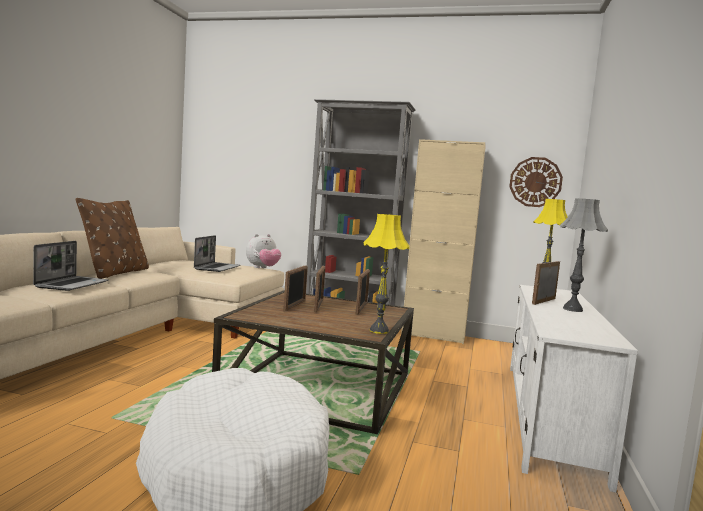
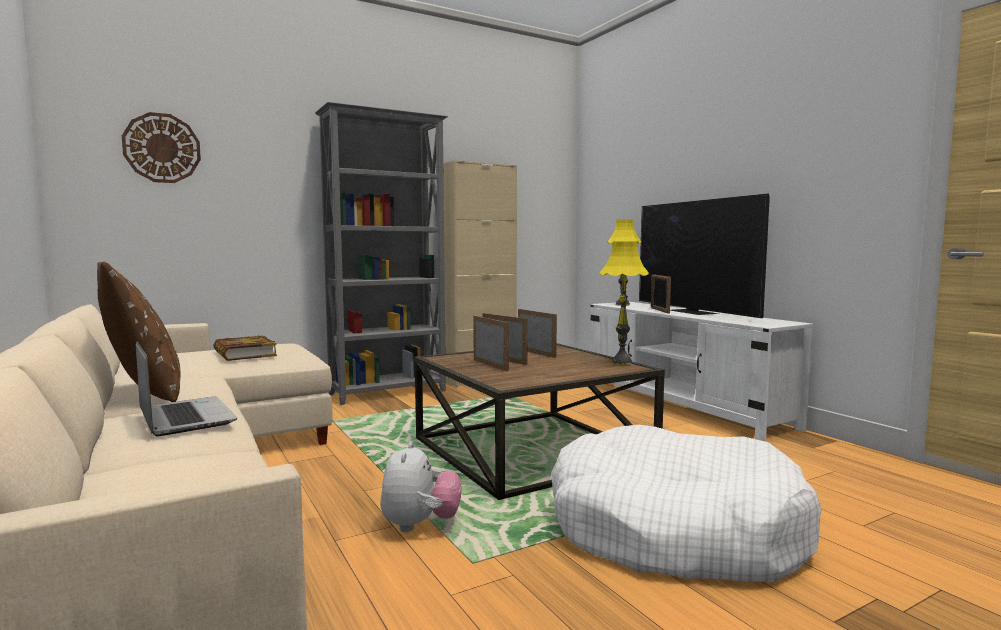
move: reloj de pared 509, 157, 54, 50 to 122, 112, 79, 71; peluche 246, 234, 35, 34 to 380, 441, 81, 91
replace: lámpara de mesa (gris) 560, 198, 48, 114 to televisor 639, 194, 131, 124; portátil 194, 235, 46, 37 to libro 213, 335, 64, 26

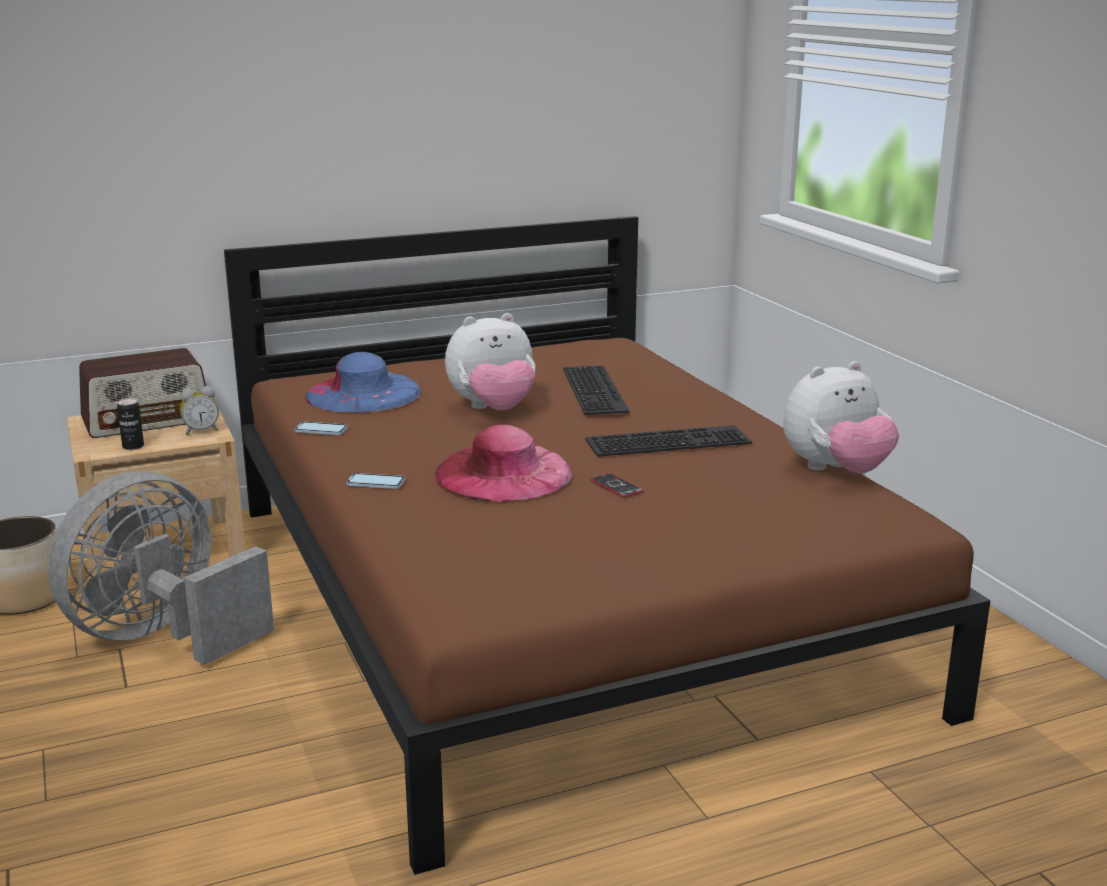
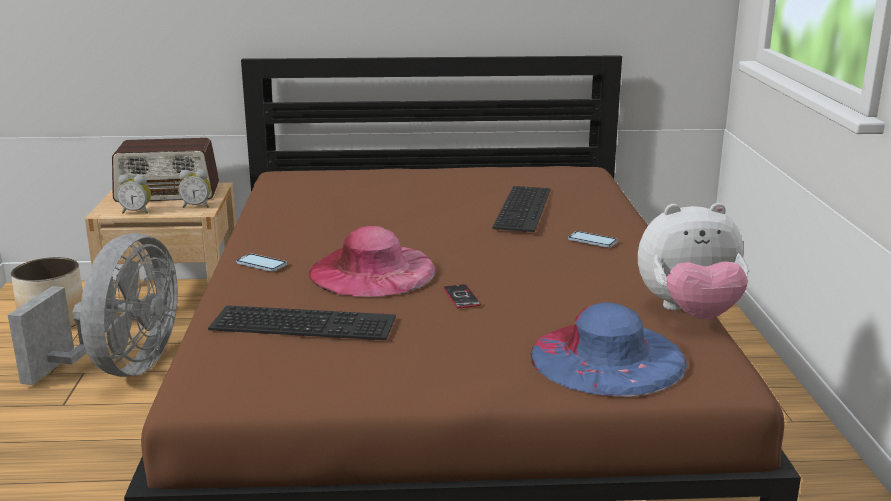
delete: peluche 445, 313, 91, 97
move: sombrero (azul) 305, 352, 117, 61 to 530, 302, 157, 95; móvil 294, 422, 54, 13 to 568, 231, 50, 17; teclado 585, 425, 167, 32 to 208, 305, 188, 35
replace: lata 117, 398, 27, 52 to despertador 117, 174, 34, 40
rotate: ventilador (gris) 48, 472, 226, 193 = 8, 233, 170, 152 135 degrees clockwise

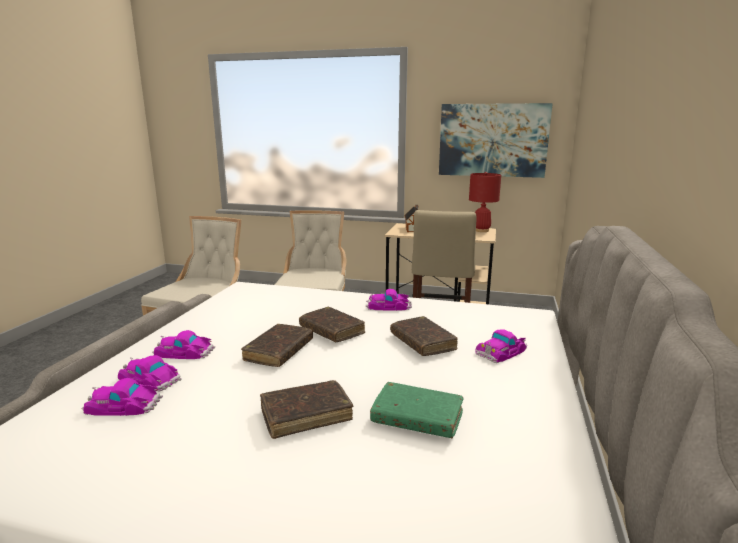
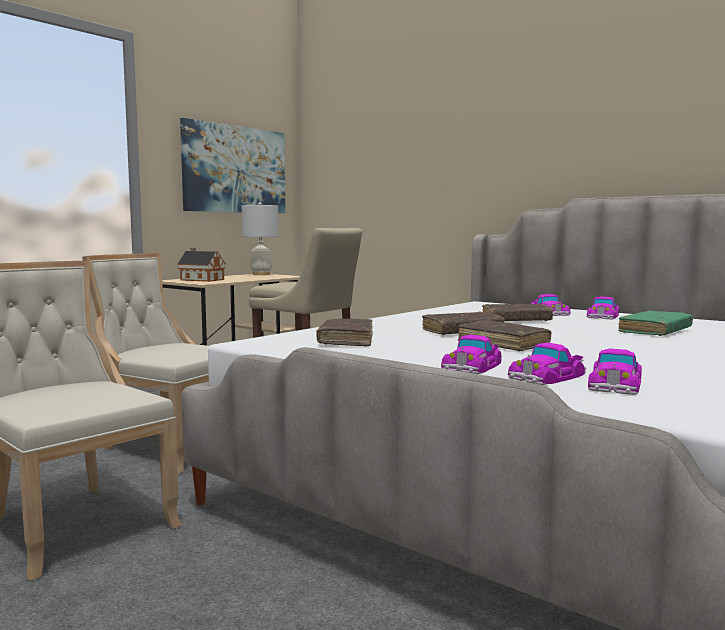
move: coche de juguete 365, 289, 47, 22 to 587, 297, 32, 22; libro (marrón) 260, 380, 93, 59 to 316, 319, 57, 27
recolor: lámpara de mesa (rojo) 469, 172, 32, 60 to lámpara de mesa (blanco) 242, 202, 37, 73

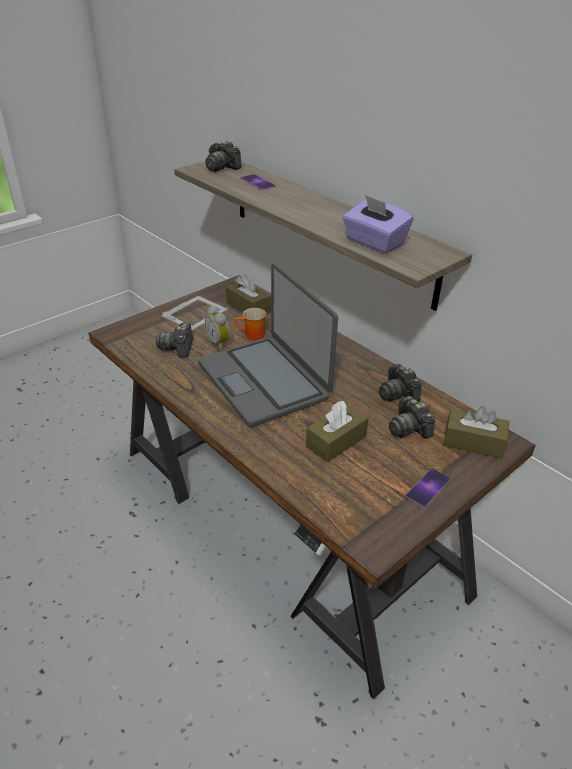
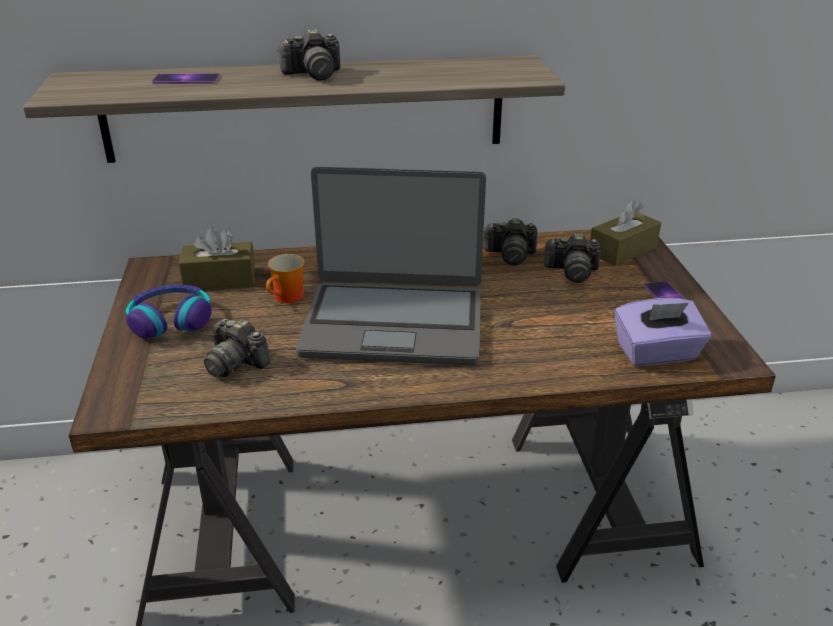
delete: despertador 205, 306, 25, 44; caja de pañuelos (marrón) 306, 401, 63, 61
move: cámara 205, 141, 37, 31 to 277, 29, 63, 51; caja de pañuelos (morado) 343, 195, 70, 58 to 614, 298, 97, 68
replace: portarretratos 162, 296, 66, 35 to auriculares 125, 285, 87, 53

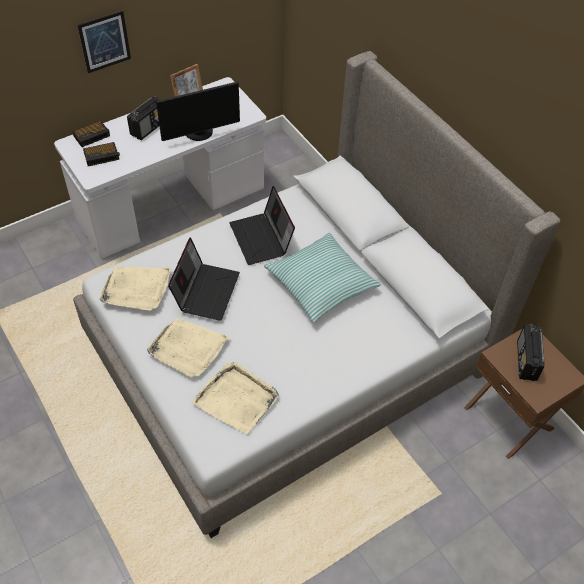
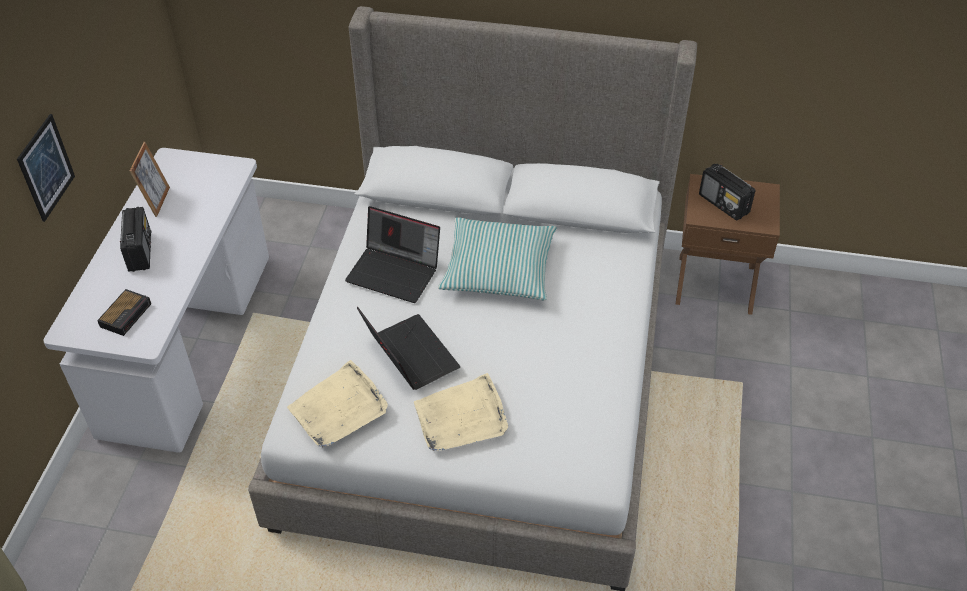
delete: monitor 156, 81, 84, 60; despertador 72, 120, 38, 27; bandeja (beis) 192, 362, 87, 72

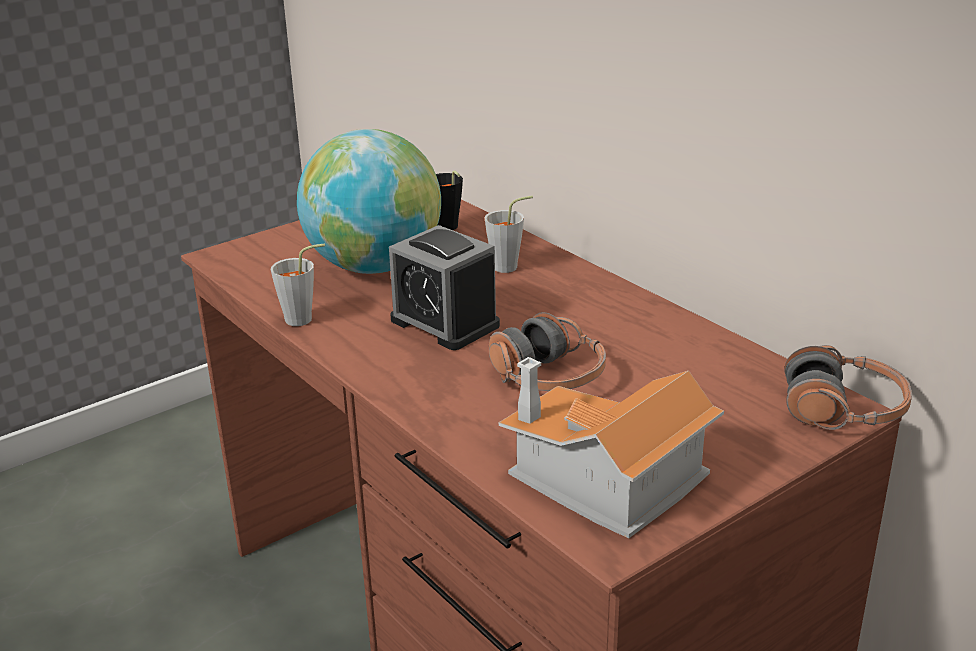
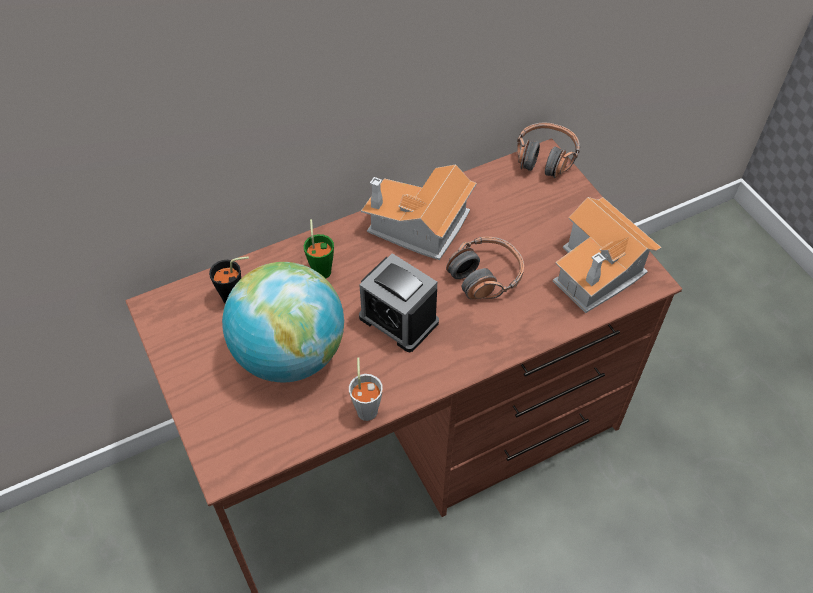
insert: casita 361, 165, 116, 95
recolor: taza (gris) 485, 196, 48, 77 to taza (verde) 304, 219, 30, 59
rotate: despertador 389, 225, 111, 125 = 359, 253, 80, 99 75 degrees clockwise

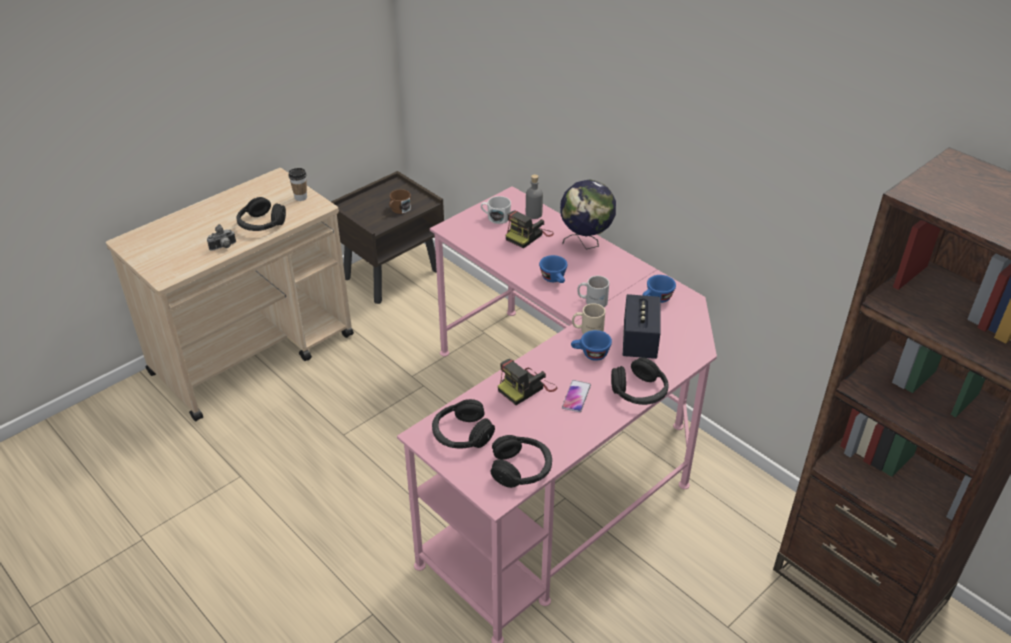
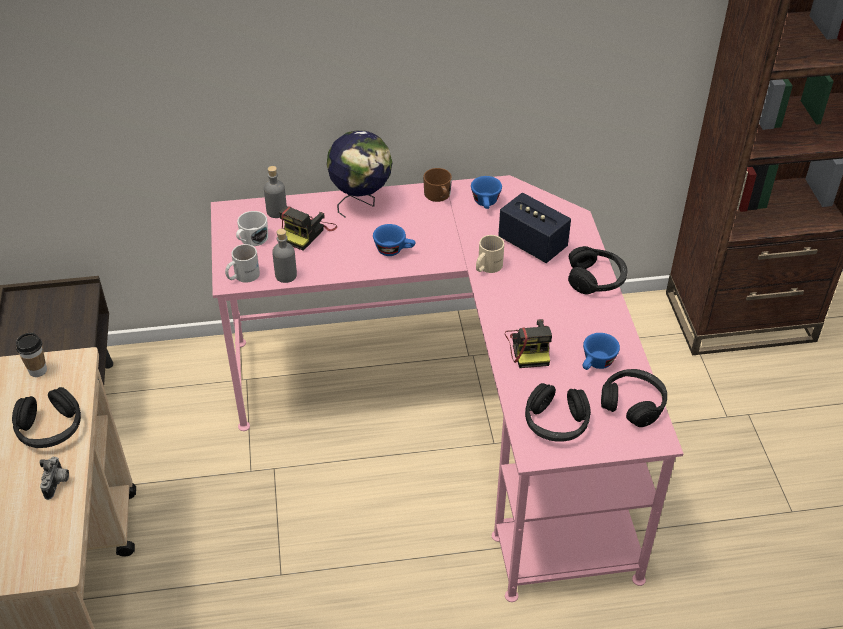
delete: móvil 562, 380, 29, 32
insert: botella (gris) 272, 229, 25, 54
move: taza grande (marrón) 389, 189, 22, 25 to 423, 168, 29, 34; taza grande (blanco) 577, 276, 32, 31 to 225, 244, 35, 39; taza (azul) 571, 330, 41, 31 to 583, 333, 37, 37
rotate: cámara 506, 210, 48, 38 = 279, 206, 58, 45 45 degrees clockwise

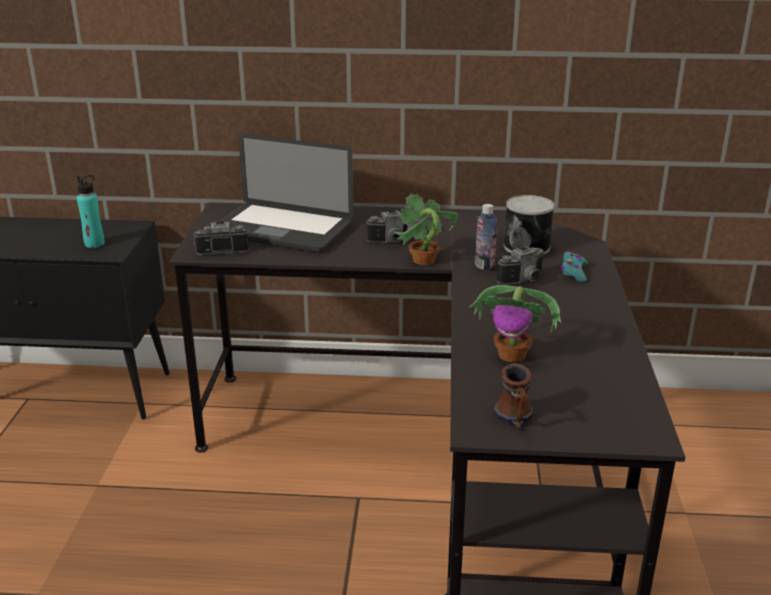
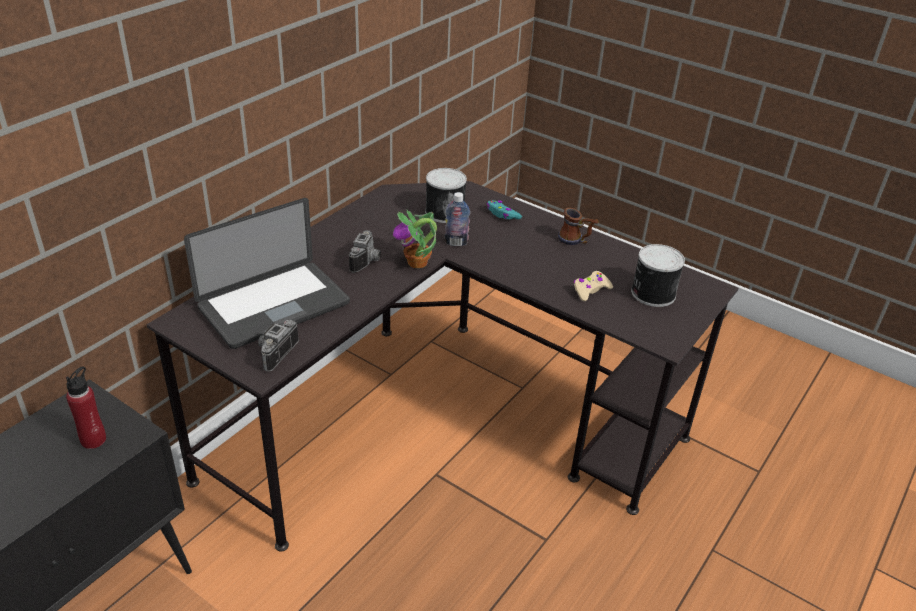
delete: cámara 497, 246, 47, 38
insert: lata 631, 244, 54, 63
move: taza grande 494, 363, 39, 67 to 558, 208, 40, 37
replace: planta en maceta 469, 285, 92, 77 to mando de consola (beis) 574, 271, 39, 30
recolor: botella (turquesa) 77, 175, 28, 73 to botella (rojo) 66, 366, 40, 83

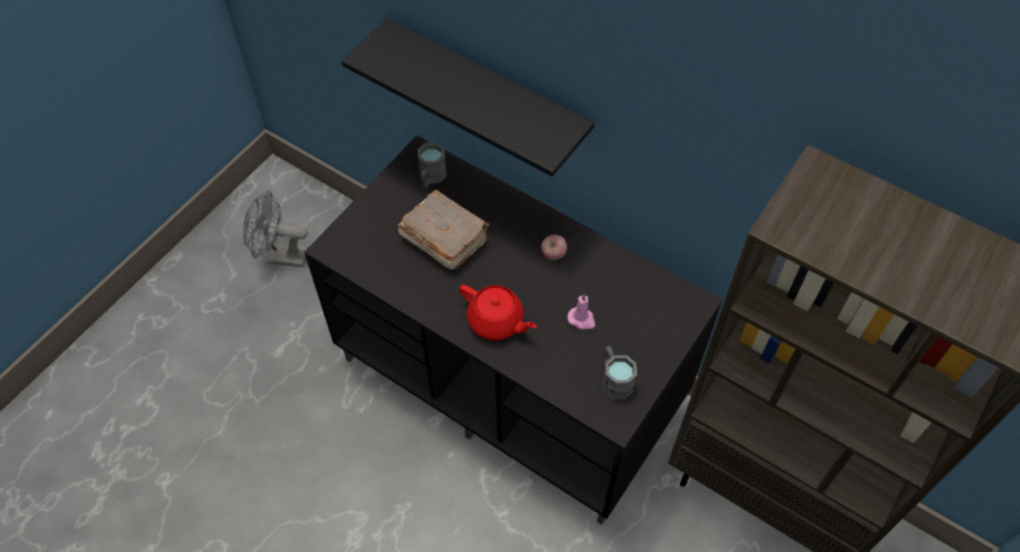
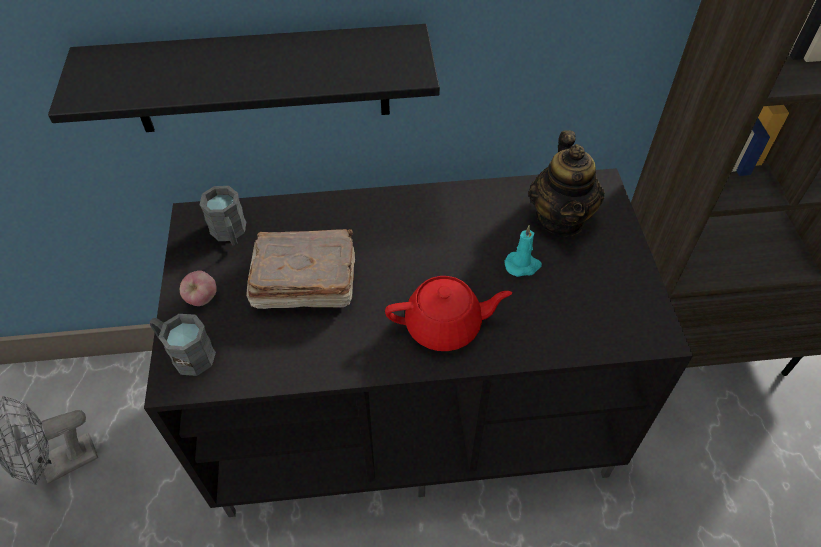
insert: tetera 528, 130, 77, 107
move: manzana 541, 235, 26, 25 to 180, 271, 37, 35; taza grande (gris) 603, 346, 34, 53 to 150, 314, 66, 62
recolor: vela (rosa) 568, 294, 28, 35 to vela (turquesa) 505, 225, 37, 52

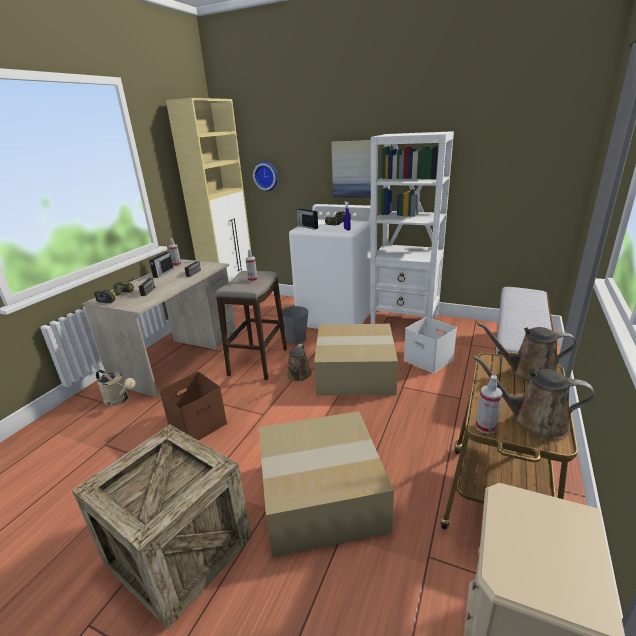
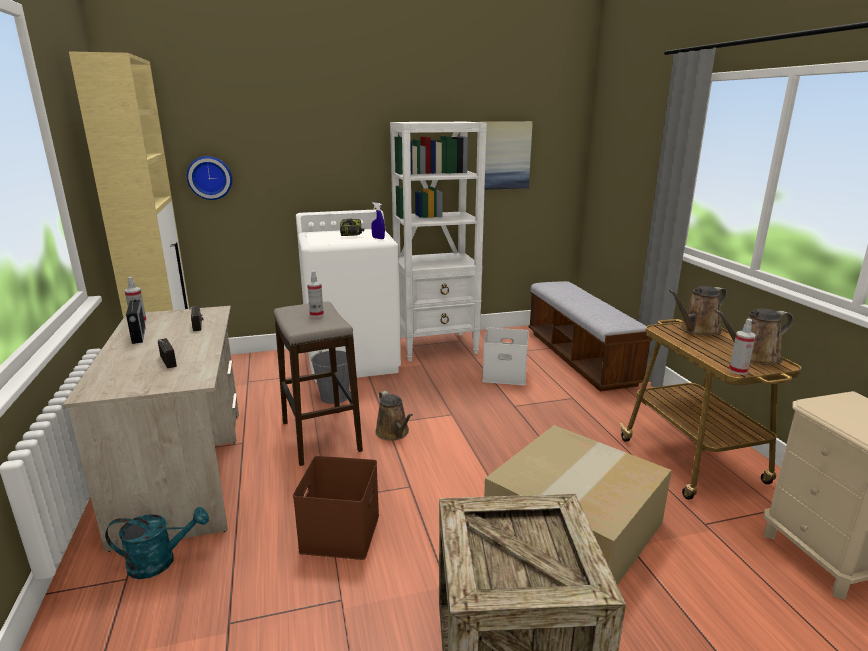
delete: radio 297, 206, 21, 24; taladro 94, 282, 40, 21; caja de cartón 314, 324, 84, 72
move: cuadro 331, 140, 40, 58 to 481, 121, 52, 69
recolor: regadera (beis) 96, 370, 40, 36 to regadera (turquesa) 105, 507, 104, 72

